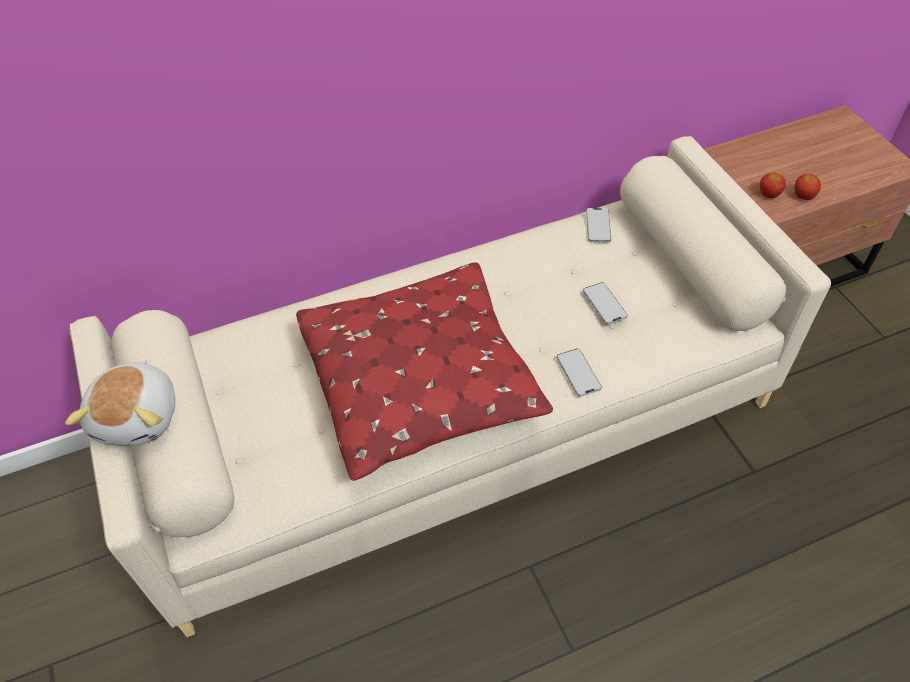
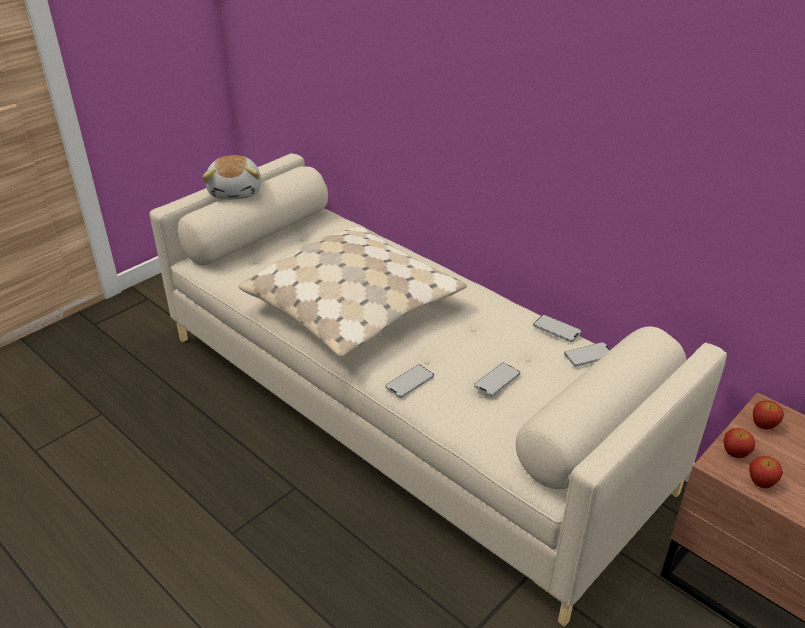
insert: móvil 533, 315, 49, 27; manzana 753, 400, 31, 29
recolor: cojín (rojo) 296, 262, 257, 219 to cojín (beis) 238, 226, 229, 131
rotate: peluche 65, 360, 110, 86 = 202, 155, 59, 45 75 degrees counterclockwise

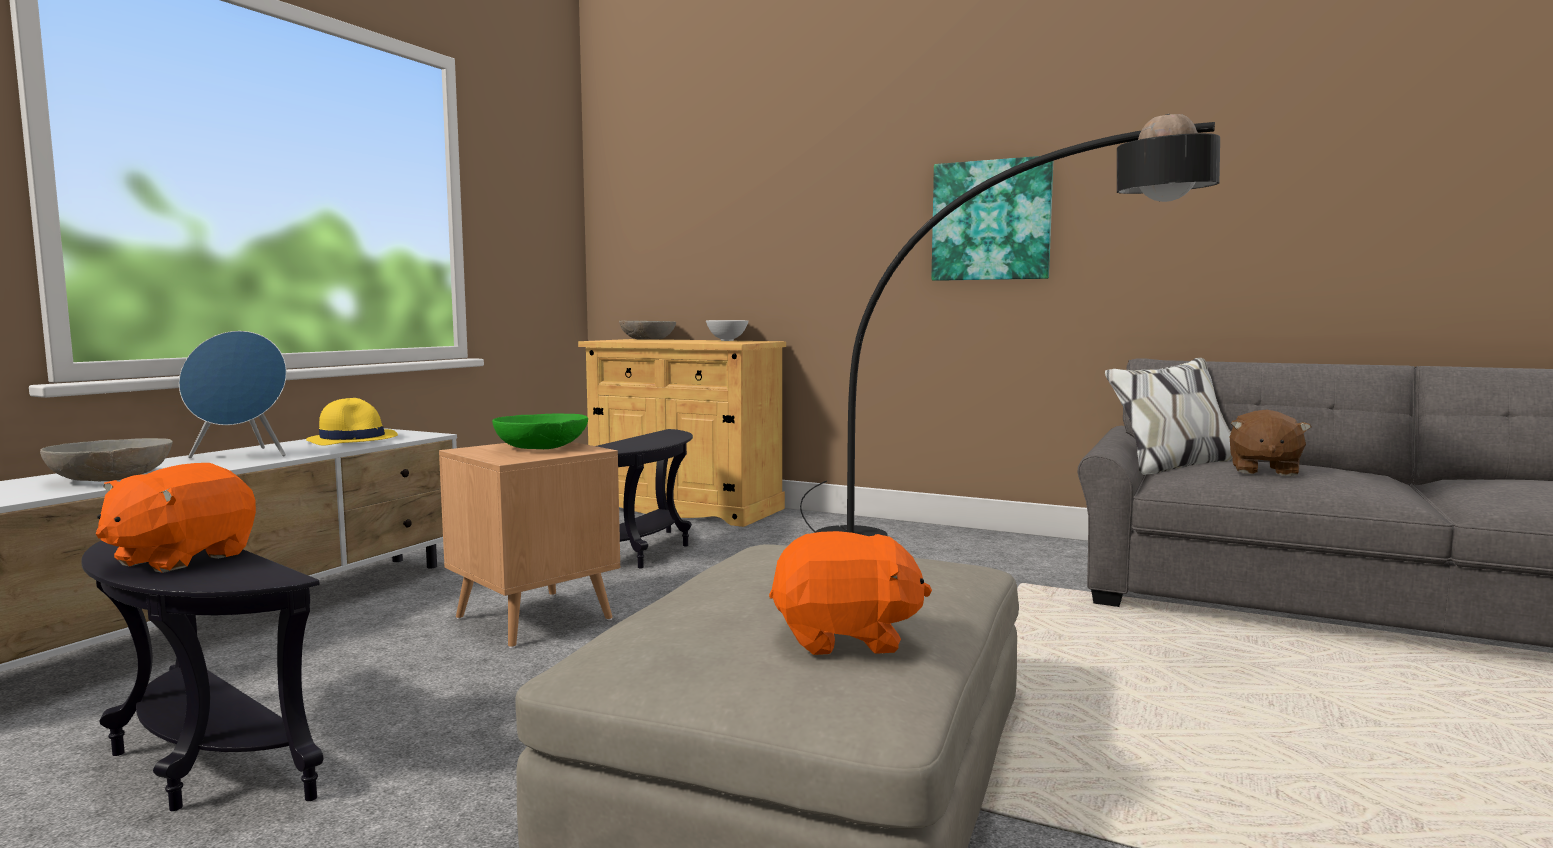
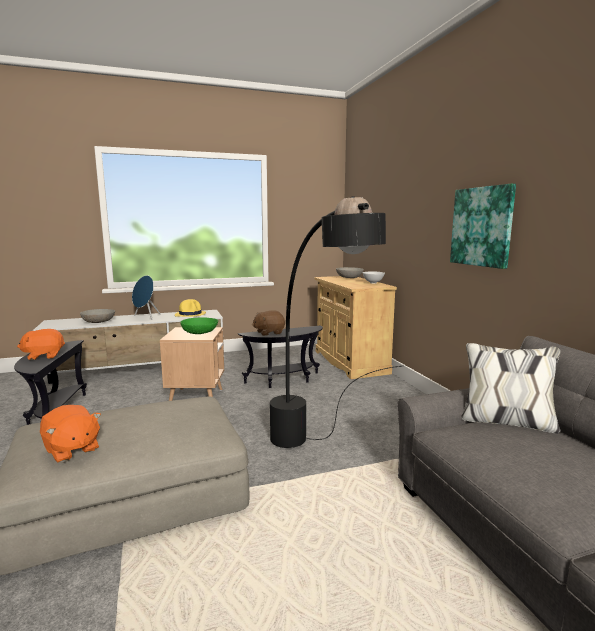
move: peluche (marrón) 1230, 410, 81, 66 to 252, 310, 33, 26

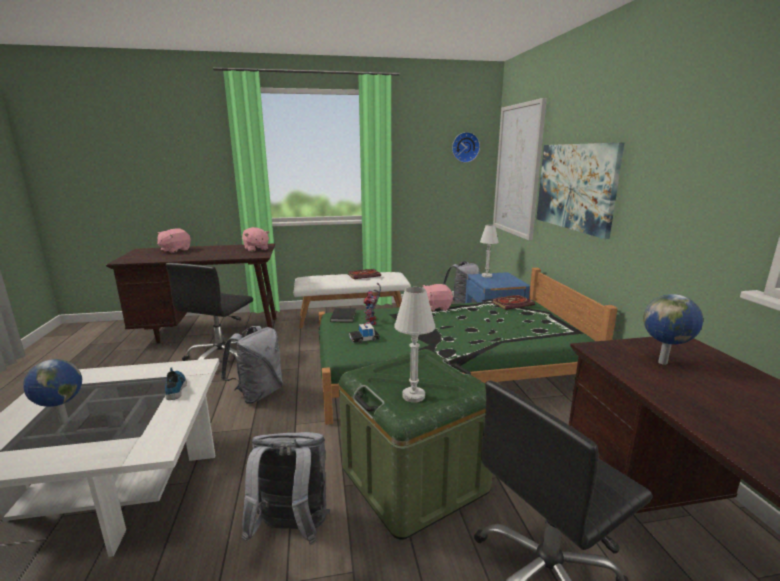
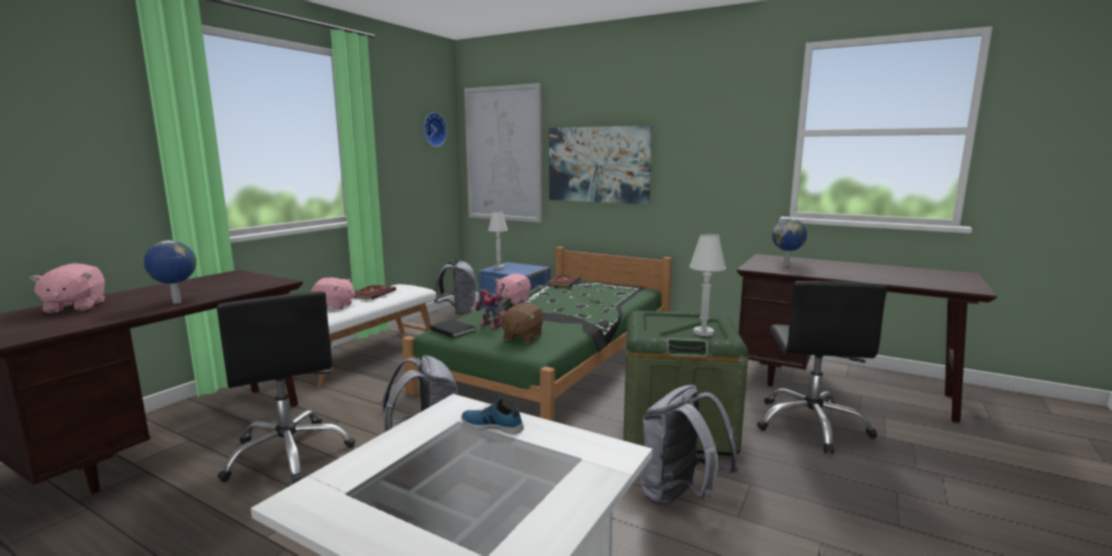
move: peluche (rosa) 242, 227, 27, 25 to 311, 278, 44, 31; globo terráqueo 23, 359, 59, 65 to 144, 240, 52, 64
replace: coche de juguete 348, 323, 32, 20 to peluche (marrón) 499, 303, 44, 40

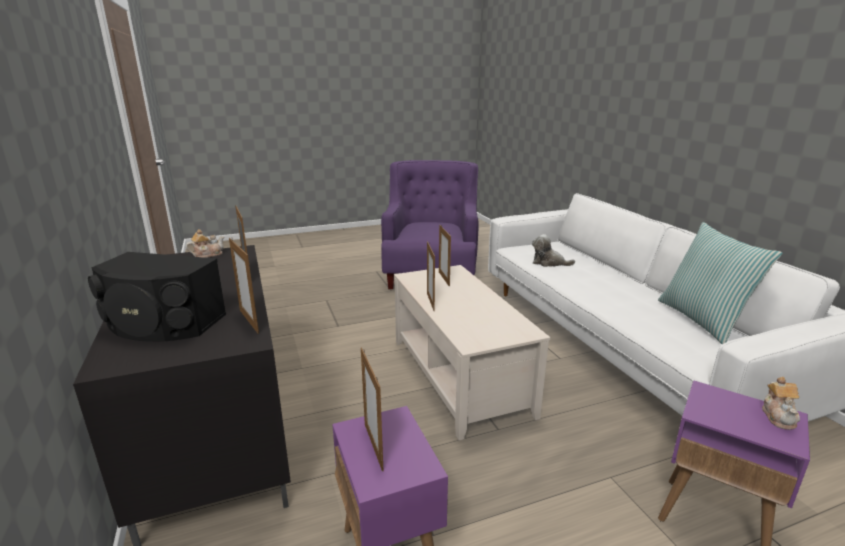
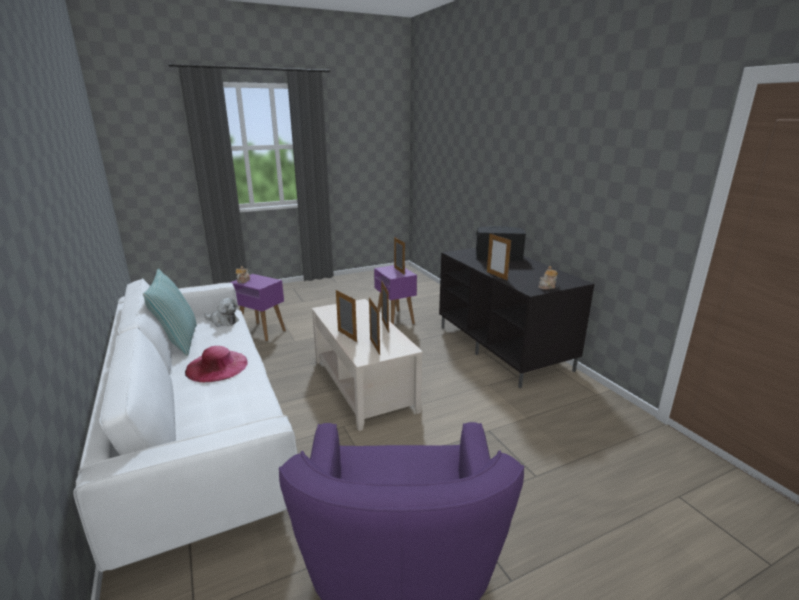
insert: sombrero (rosa) 185, 346, 63, 36
move: peluche 532, 234, 43, 33 to 204, 298, 35, 29; portarretratos 229, 238, 30, 96 to 336, 290, 21, 52

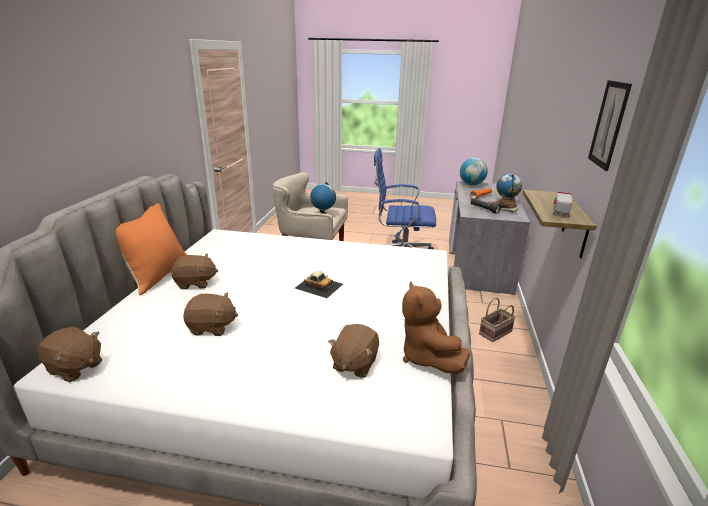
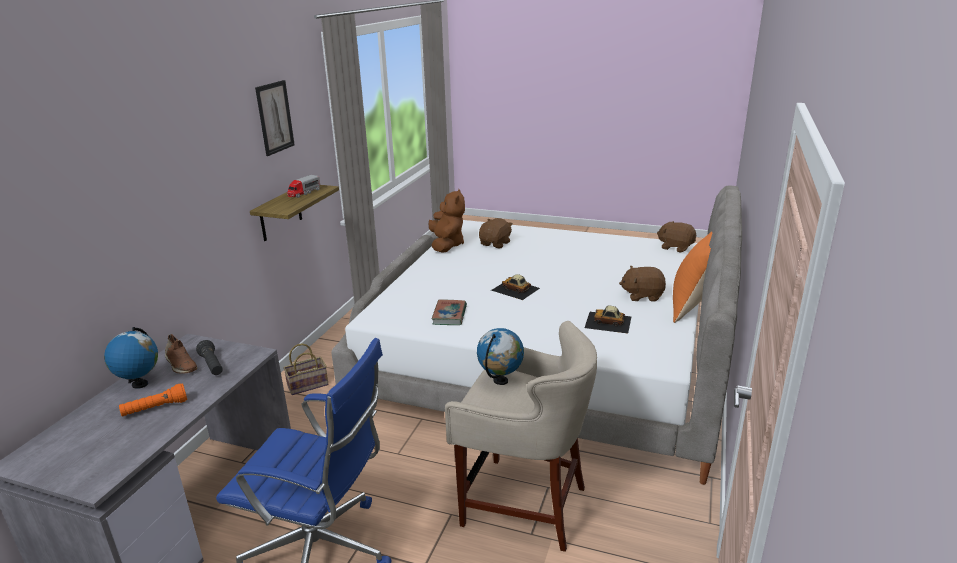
delete: globo terráqueo 460, 158, 28, 27; peluche (marrón) 183, 292, 55, 44
insert: libro 432, 299, 35, 26; coche de juguete 585, 305, 46, 29

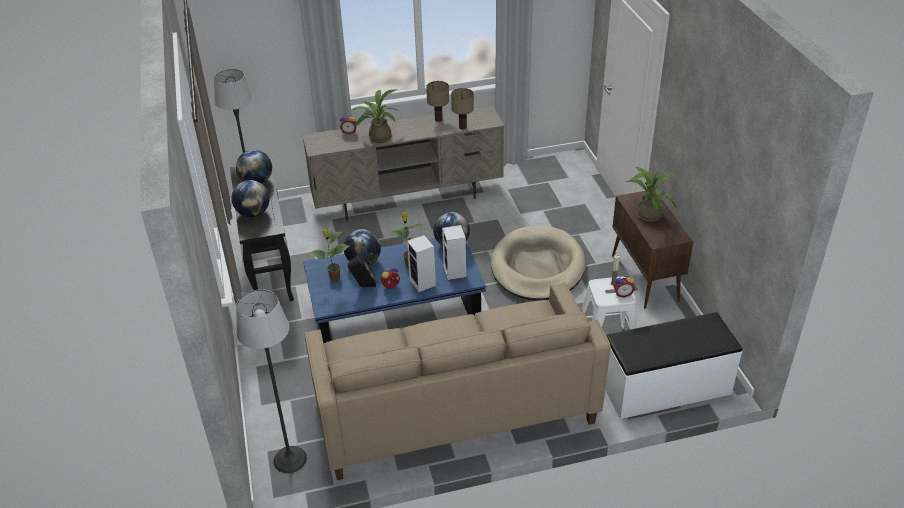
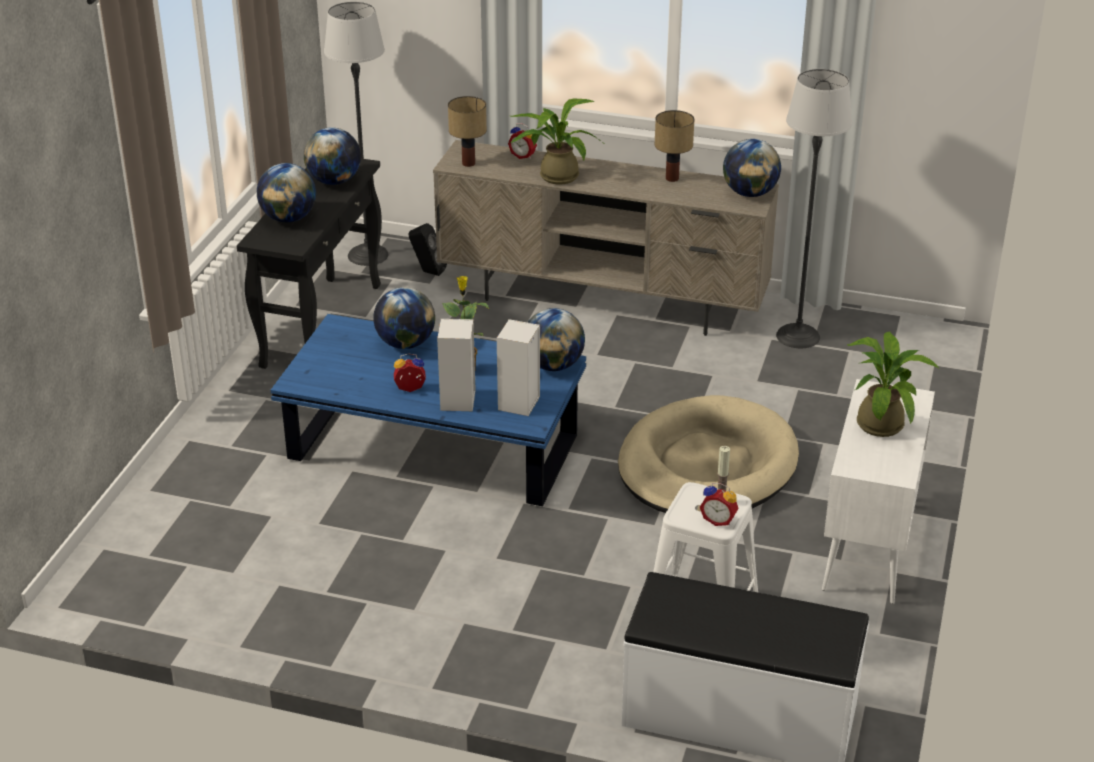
delete: planta en maceta 309, 228, 40, 53; sofá (beis) 304, 282, 307, 198
insert: globo terráqueo 723, 139, 58, 58
move: lámpara de mesa 451, 88, 23, 42 to 448, 96, 39, 71; altavoz (negro) 348, 254, 29, 33 to 409, 223, 38, 53; lámpara de pie 236, 289, 71, 184 to 776, 69, 76, 279
recolor: armario (marrón) 612, 190, 81, 119 to armario (blanco) 822, 379, 113, 225

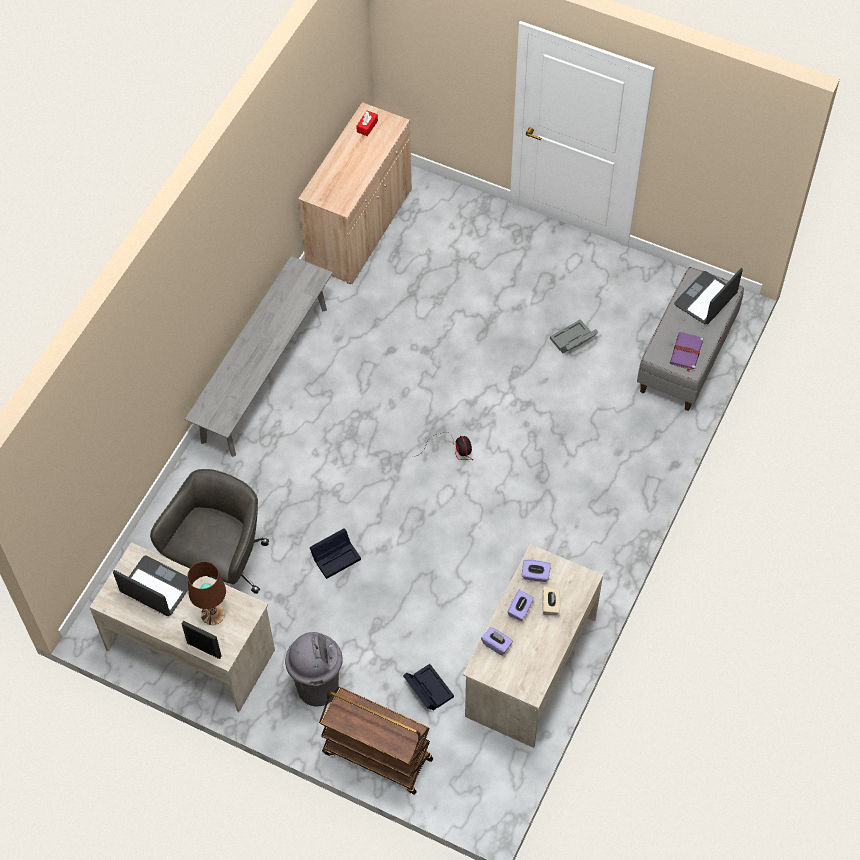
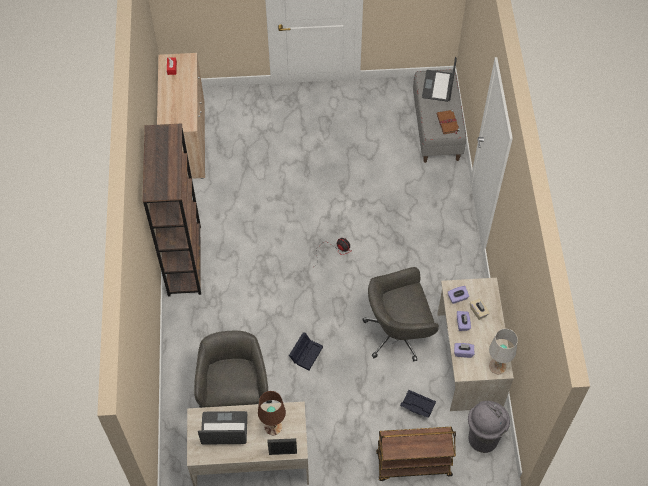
delete: caja de almacenaje (gris) 550, 319, 48, 35
insert: silla de oficina (gris) 362, 267, 77, 94; lámpara de mesa (blanco) 489, 329, 29, 45
move: papelera (gris) 285, 632, 58, 75 to 468, 401, 42, 52
replace: banco (gris) 184, 256, 149, 201 to estantería (marrón) 143, 123, 58, 174
recolor: libro (morado) 670, 332, 34, 40 to libro (marrón) 436, 110, 24, 24

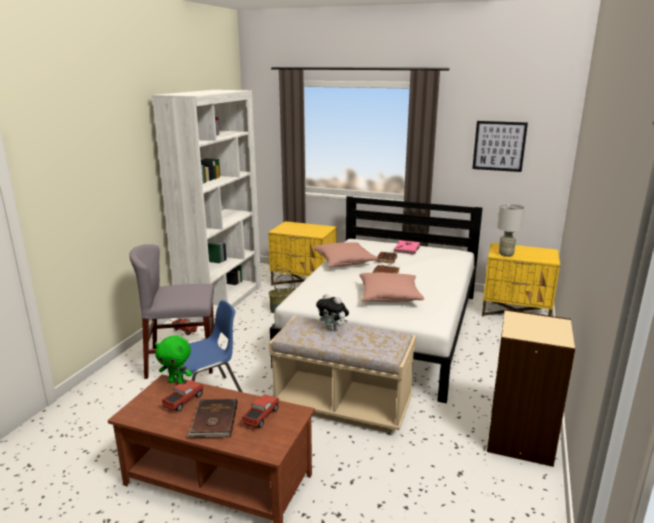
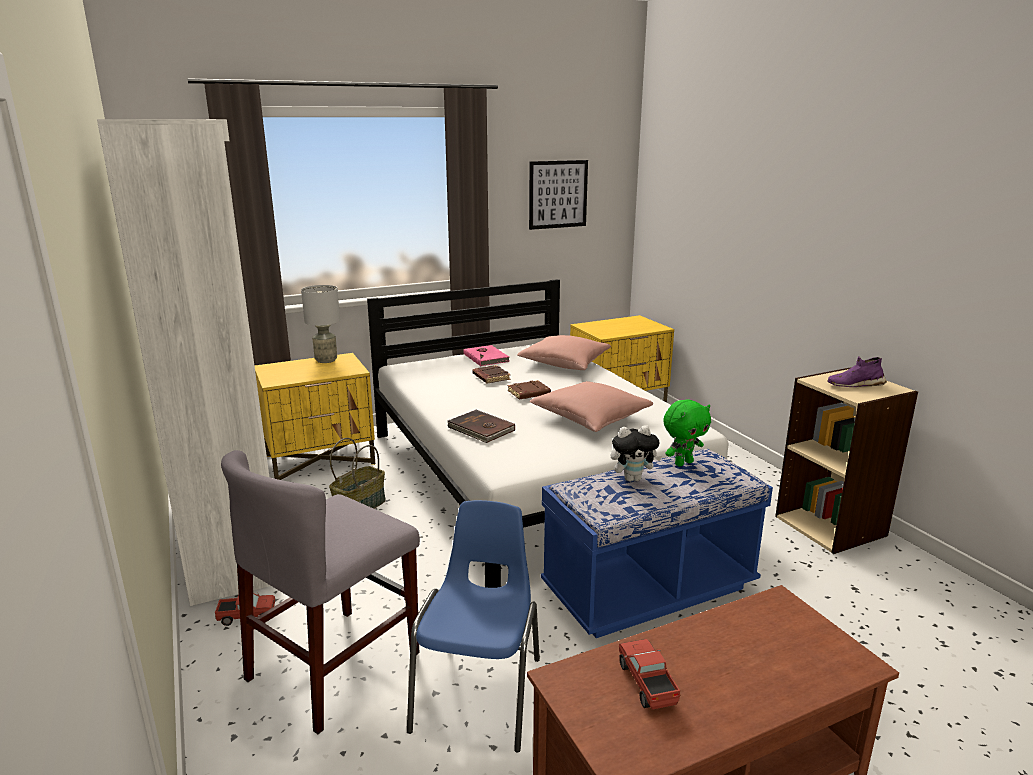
delete: camión de juguete 242, 394, 37, 34
insert: zapato (morado) 827, 356, 60, 31
move: lámpara de mesa (gris) 497, 204, 28, 53 to 301, 285, 39, 78; cojín (rosa) 313, 242, 65, 25 to 517, 335, 94, 35; peluche (verde) 155, 336, 37, 48 to 663, 400, 48, 66; libro (marrón) 187, 399, 50, 39 to 447, 410, 68, 33
recolor: banco (beis) 269, 316, 147, 117 to banco (azul) 541, 449, 232, 189

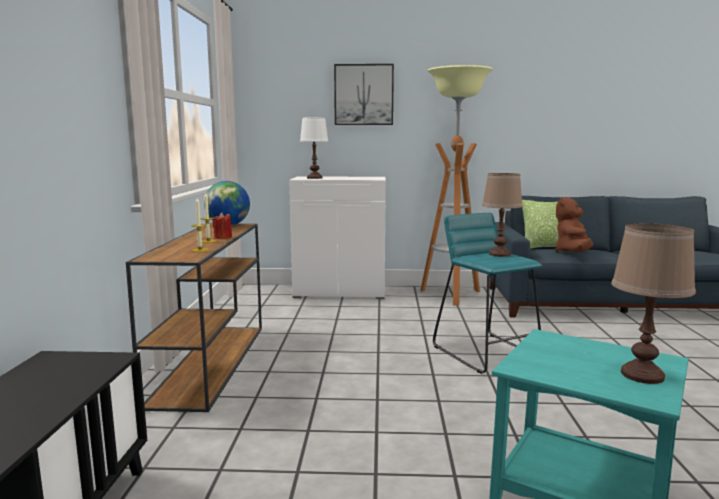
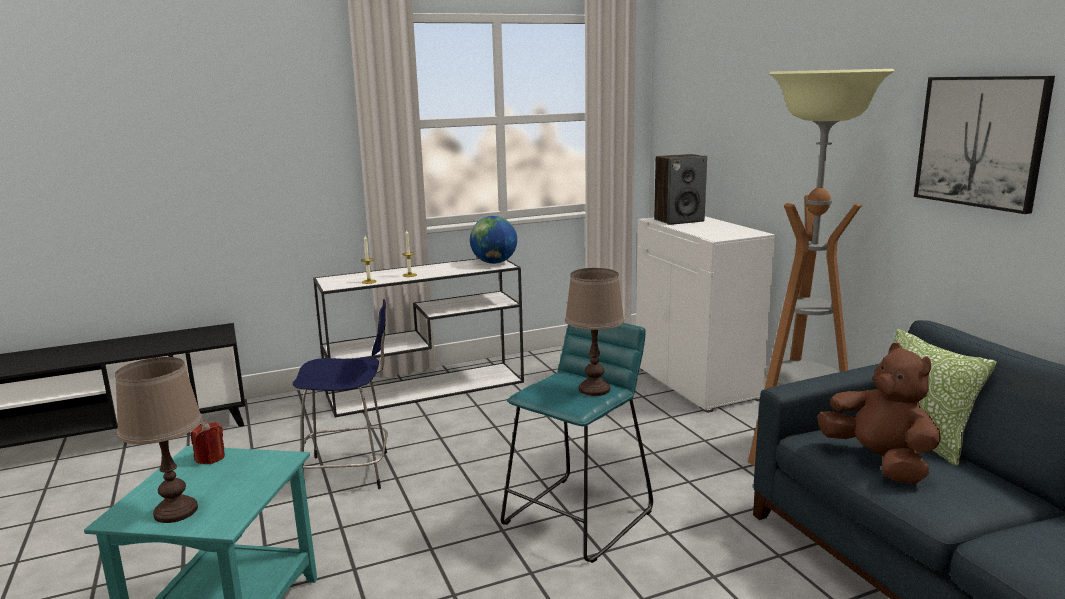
insert: taburete (azul) 293, 299, 95, 190
move: cuadro 334, 64, 60, 61 to 914, 76, 141, 138; vela (rojo) 213, 213, 19, 26 to 191, 421, 34, 43
replace: lámpara de mesa (blanco) 300, 117, 29, 62 to altavoz 654, 154, 53, 71
recolor: mesa consola (marrón) 126, 224, 136, 188 to mesa consola (blanco) 313, 258, 211, 159
rotate: peluche (marrón) 555, 197, 38, 55 = 817, 343, 123, 141 60 degrees clockwise

